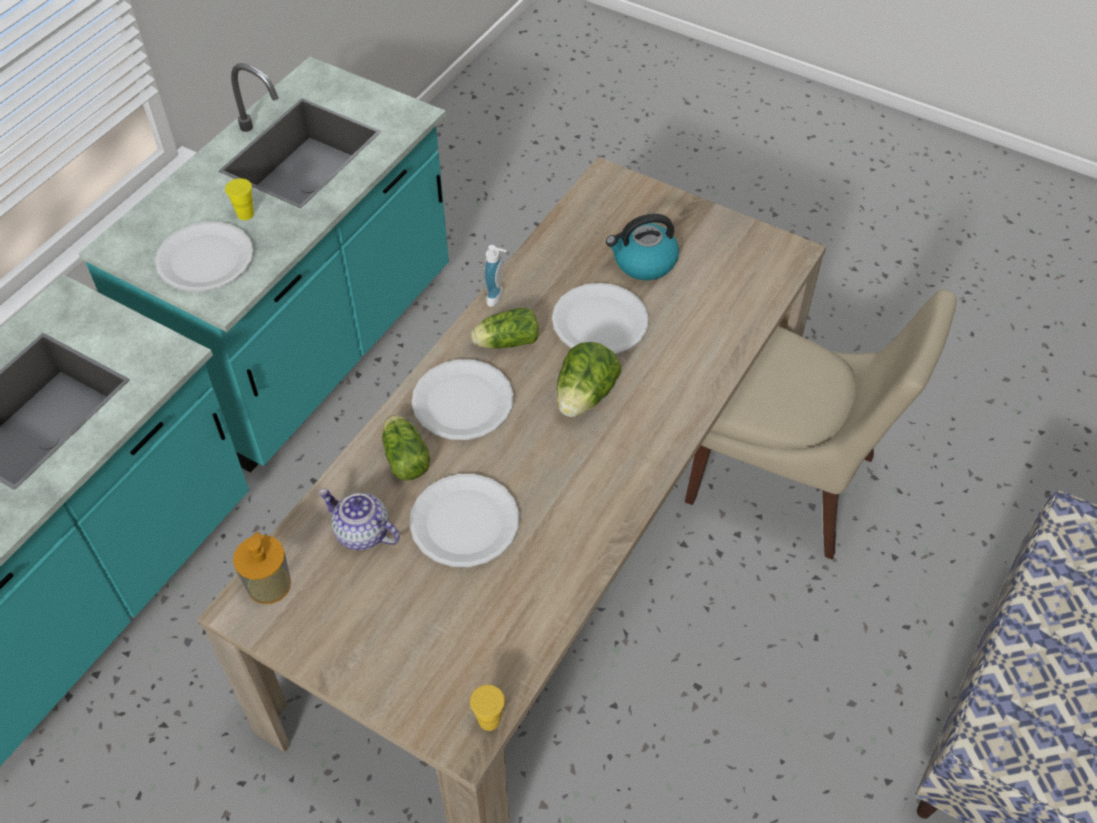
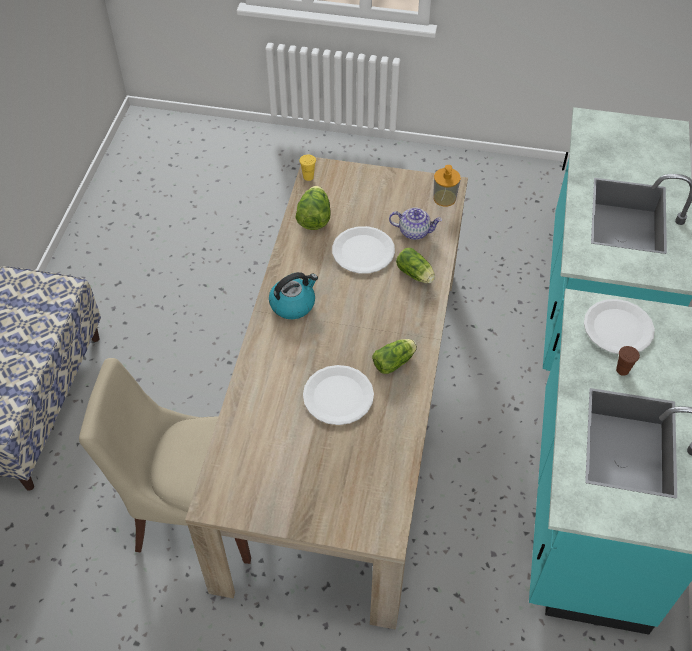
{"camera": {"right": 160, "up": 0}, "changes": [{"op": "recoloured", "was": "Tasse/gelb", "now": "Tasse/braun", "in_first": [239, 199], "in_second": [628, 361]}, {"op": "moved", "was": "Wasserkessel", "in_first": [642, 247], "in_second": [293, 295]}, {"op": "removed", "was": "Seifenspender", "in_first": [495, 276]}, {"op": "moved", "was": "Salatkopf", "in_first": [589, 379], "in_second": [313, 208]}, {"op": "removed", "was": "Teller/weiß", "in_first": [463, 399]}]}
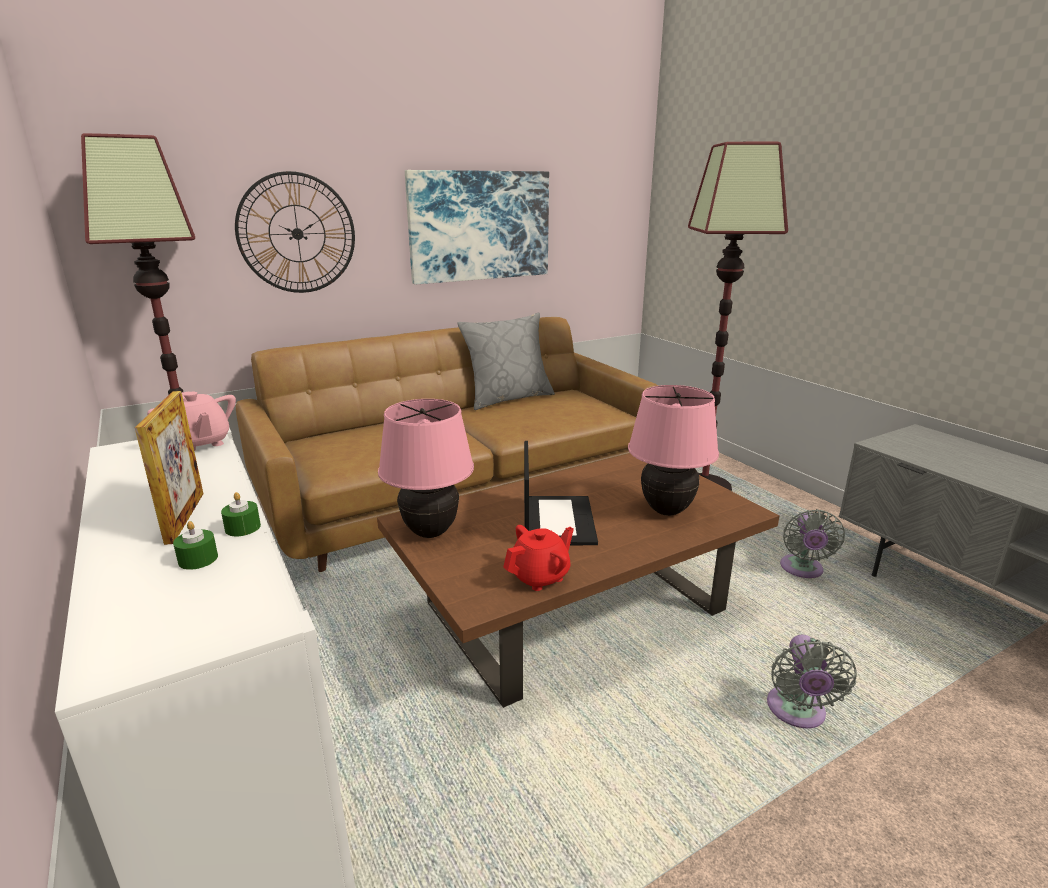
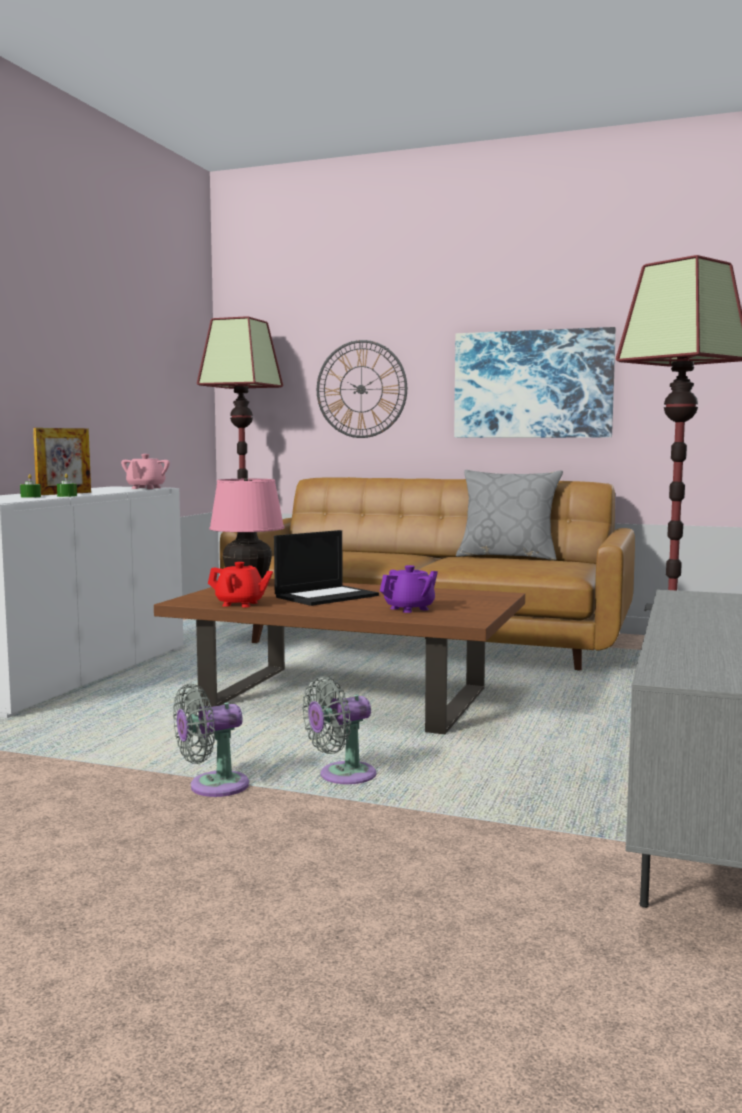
{"camera": {"right": 50, "up": -15}, "changes": [{"op": "replaced", "was": "Tischlampe/rosa", "now": "Teekanne/lila", "in_first": [673, 450], "in_second": [409, 589]}, {"op": "moved", "was": "Ventilator/grau", "in_first": [812, 543], "in_second": [211, 740]}]}
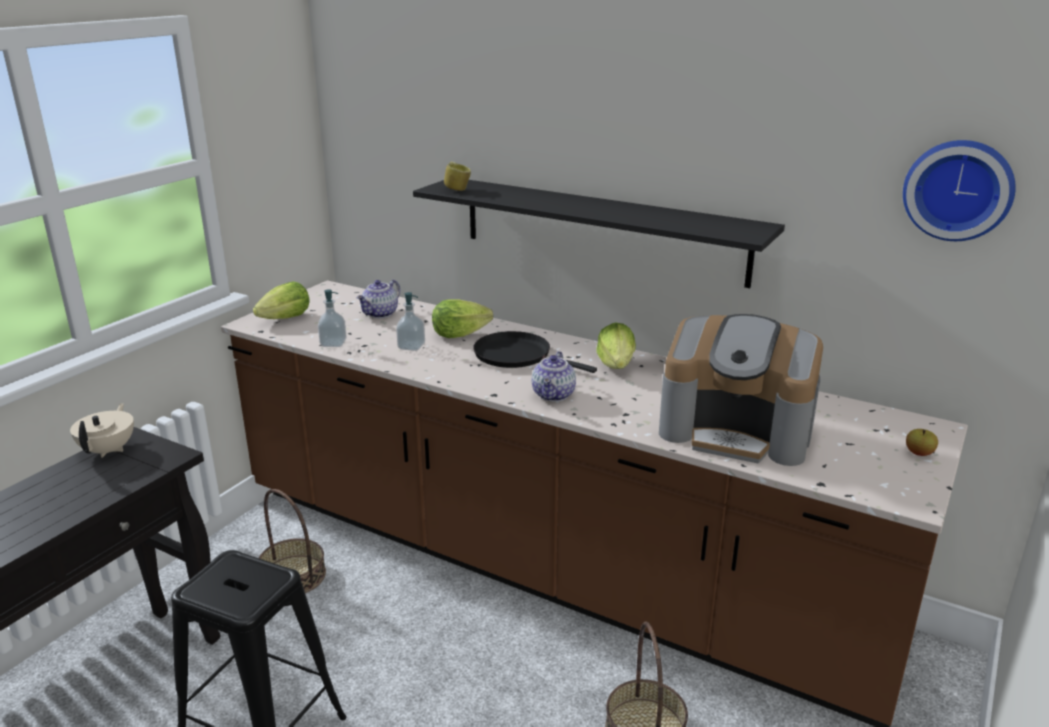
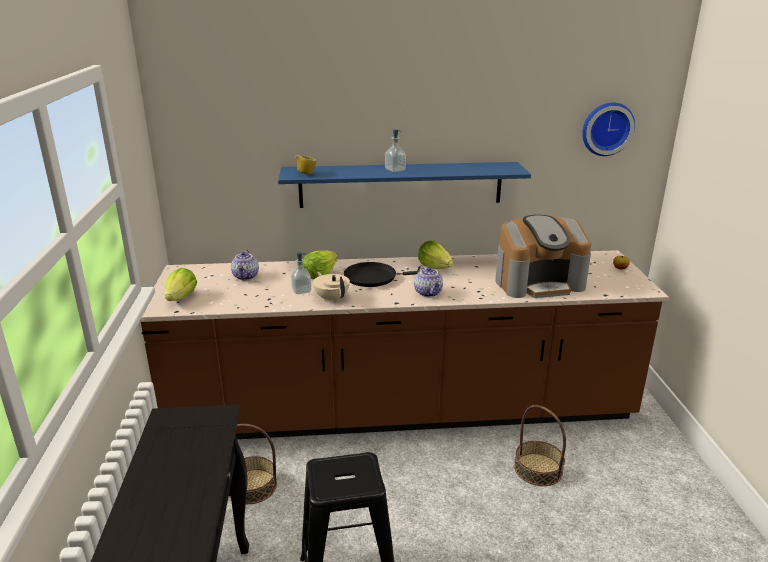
{"camera": {"right": -35, "up": 0}, "changes": [{"op": "recoloured", "was": "Wandregal/schwarz", "now": "Wandregal/blau", "in_first": [599, 234], "in_second": [404, 185]}, {"op": "moved", "was": "Seifenspender", "in_first": [332, 318], "in_second": [395, 150]}, {"op": "moved", "was": "Teekanne/beige", "in_first": [102, 430], "in_second": [331, 287]}]}
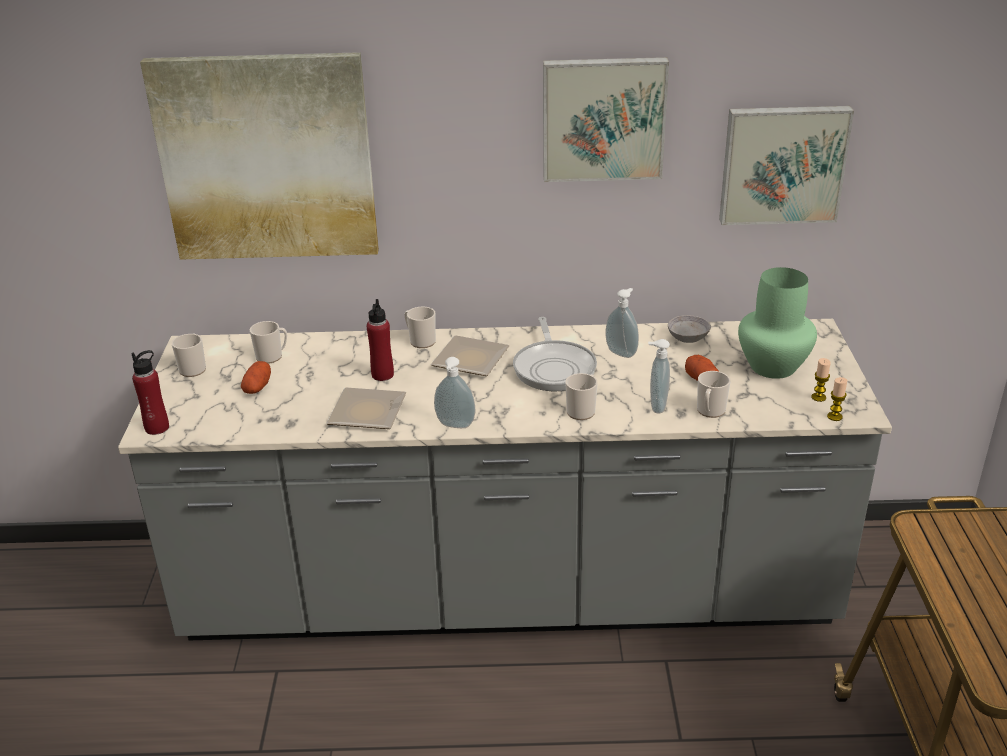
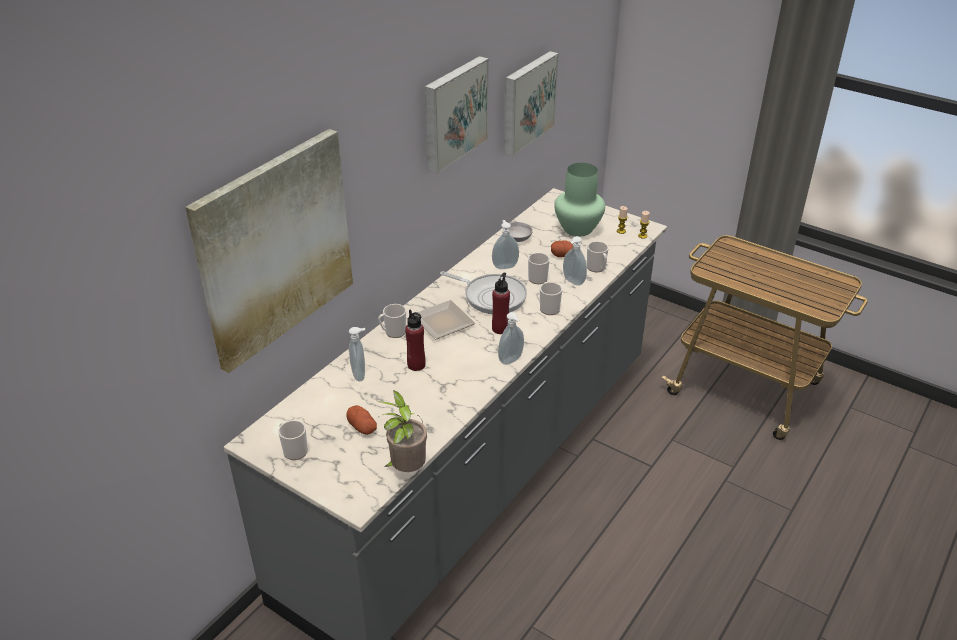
{"camera": {"right": -55, "up": 5}, "changes": [{"op": "moved", "was": "Henkelbecher", "in_first": [268, 342], "in_second": [539, 268]}, {"op": "moved", "was": "Flasche/rot", "in_first": [150, 392], "in_second": [501, 303]}, {"op": "removed", "was": "Teller", "in_first": [367, 408]}, {"op": "added", "now": "Seifenspender", "in_second": [357, 354]}, {"op": "added", "now": "Topfpflanze", "in_second": [402, 431]}]}
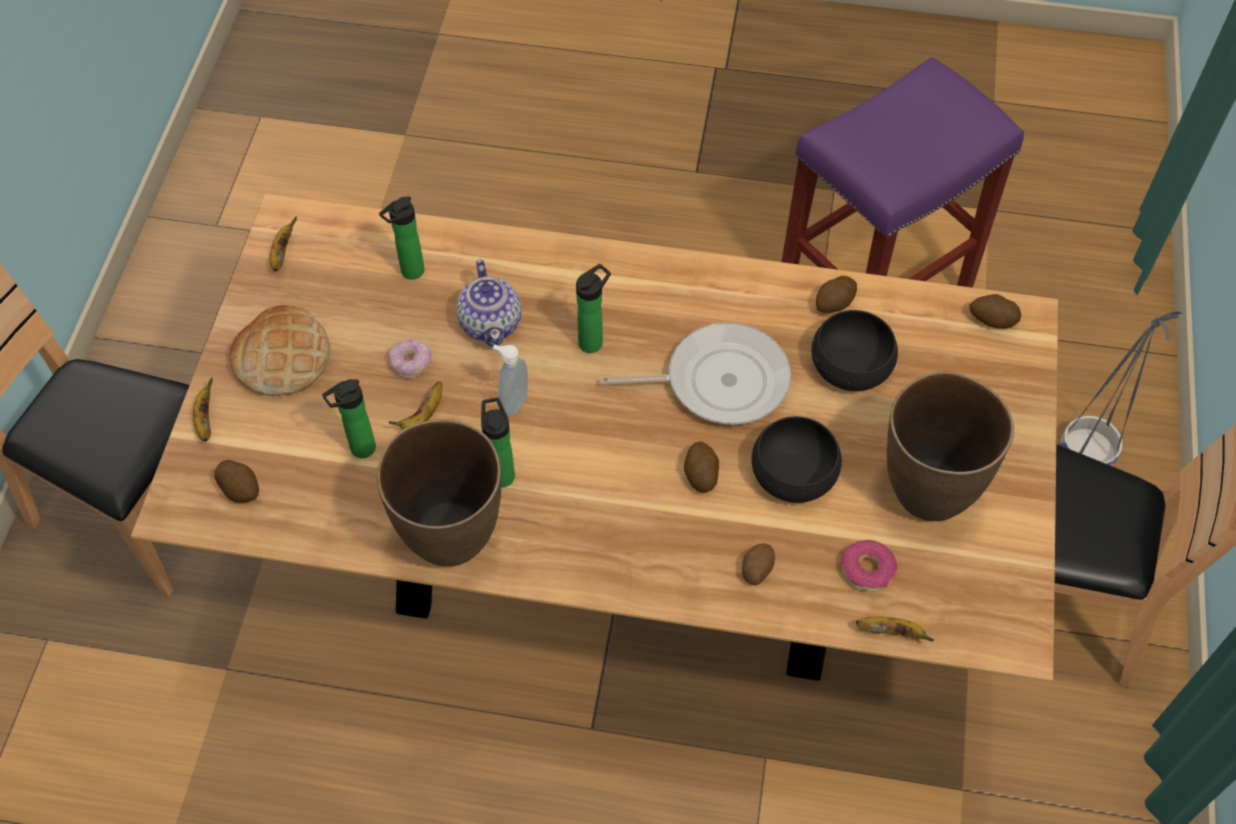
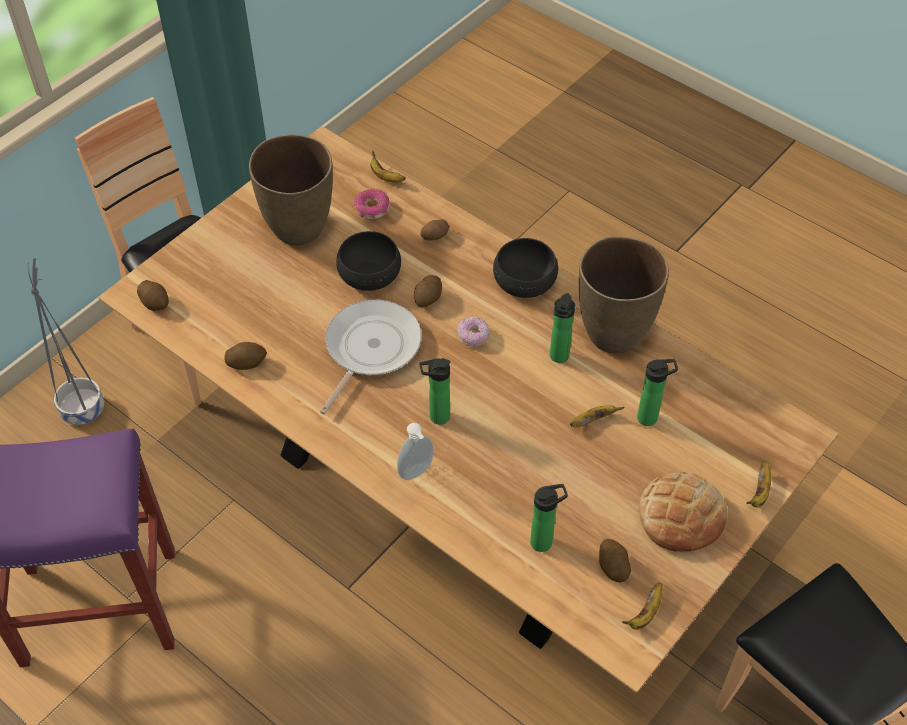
{"camera": {"right": -150, "up": -5}, "changes": [{"op": "removed", "was": "Teekanne", "in_first": [488, 303]}, {"op": "moved", "was": "Schüssel/schwarz", "in_first": [854, 350], "in_second": [525, 268]}, {"op": "turned", "was": "Pfanne", "in_first": [695, 373], "in_second": [371, 357], "clockwise": 90}, {"op": "moved", "was": "Donut", "in_first": [410, 358], "in_second": [473, 331]}, {"op": "moved", "was": "Seifenspender", "in_first": [510, 381], "in_second": [415, 451]}, {"op": "moved", "was": "Kartoffel", "in_first": [237, 481], "in_second": [615, 560]}]}
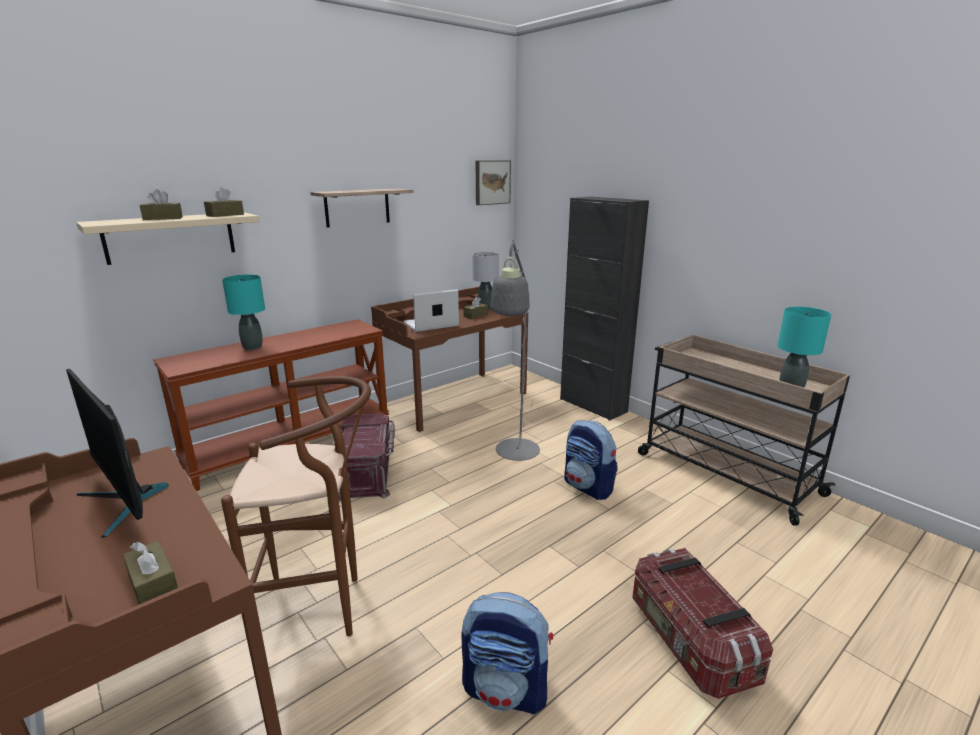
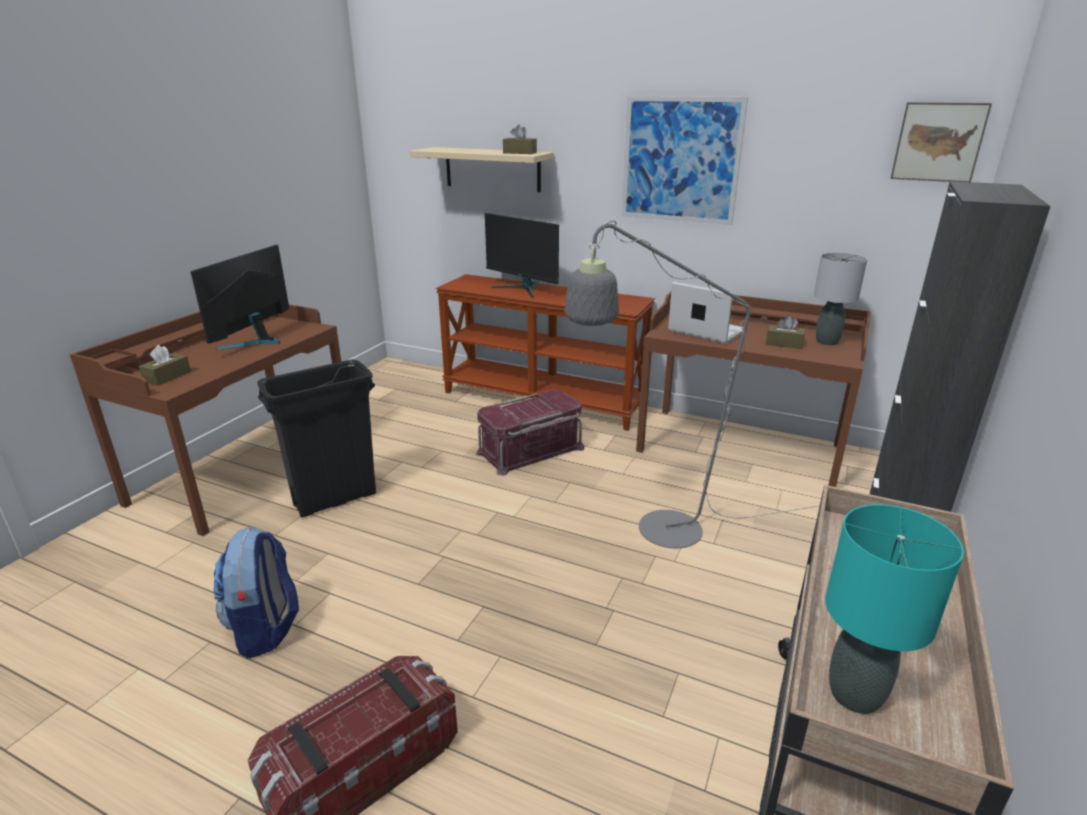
{"camera": {"right": 65, "up": 5}, "changes": [{"op": "replaced", "was": "Wandregal", "now": "Bild", "in_first": [362, 208], "in_second": [685, 160]}, {"op": "removed", "was": "Taschentuchbox/braun", "in_first": [161, 204]}, {"op": "replaced", "was": "Tischlampe/türkis", "now": "Monitor", "in_first": [243, 312], "in_second": [522, 255]}, {"op": "replaced", "was": "Hocker/braun", "now": "Mülleimer/schwarz", "in_first": [296, 506], "in_second": [316, 439]}, {"op": "removed", "was": "Rucksack", "in_first": [590, 460]}]}
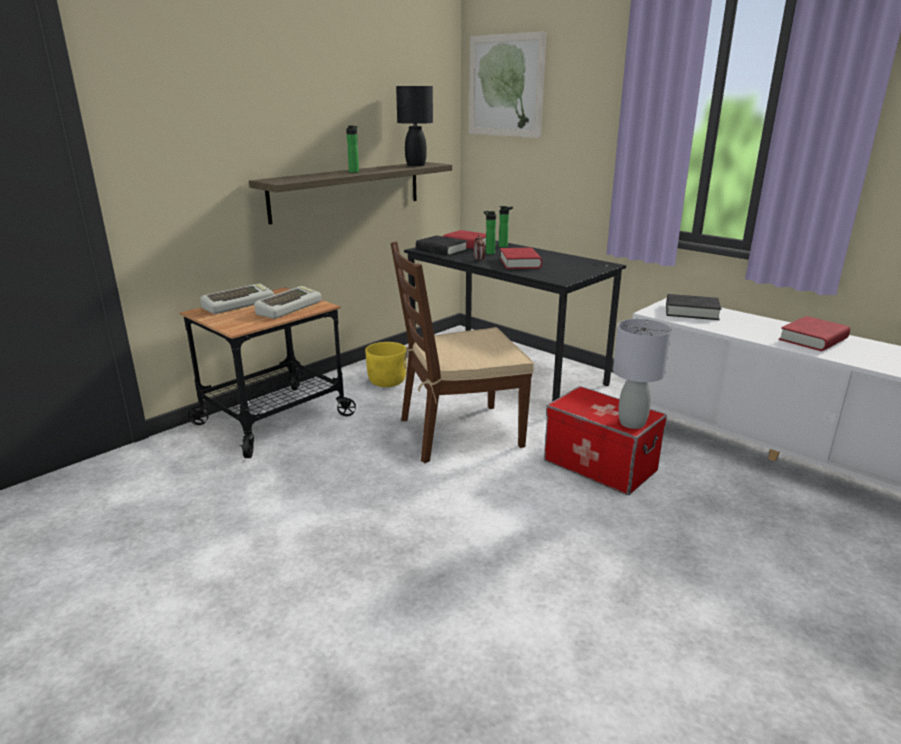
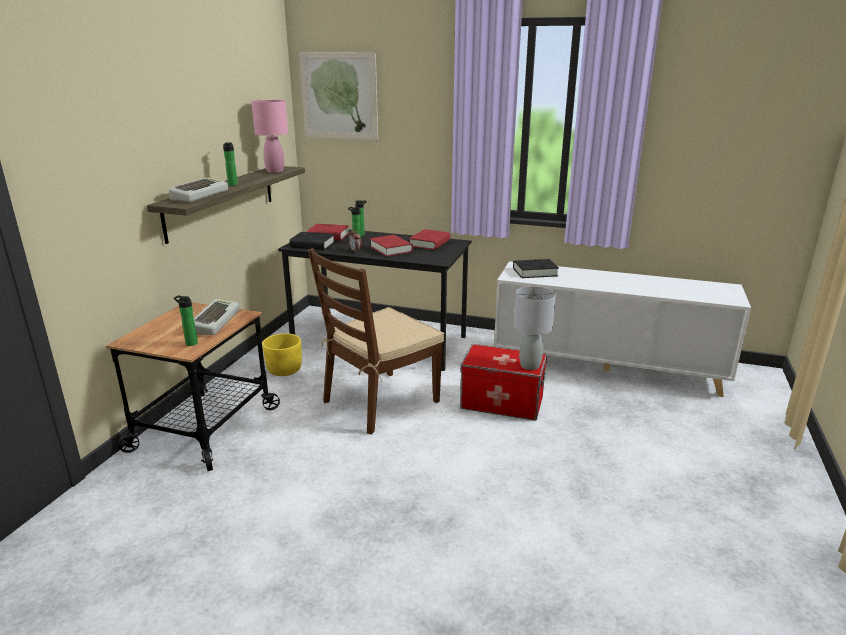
{"camera": {"right": -25, "up": 0}, "changes": [{"op": "recoloured", "was": "Tischlampe/schwarz", "now": "Tischlampe/rosa", "in_first": [414, 126], "in_second": [269, 136]}, {"op": "moved", "was": "Tastatur", "in_first": [237, 299], "in_second": [198, 189]}, {"op": "moved", "was": "Buch/rot", "in_first": [814, 333], "in_second": [429, 239]}, {"op": "added", "now": "Flasche", "in_second": [186, 320]}]}
